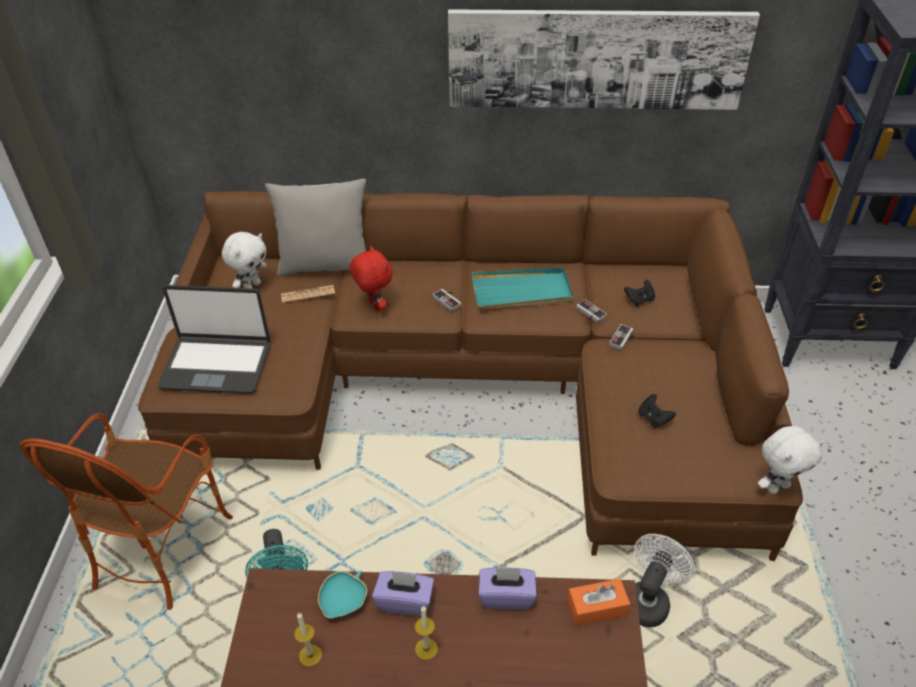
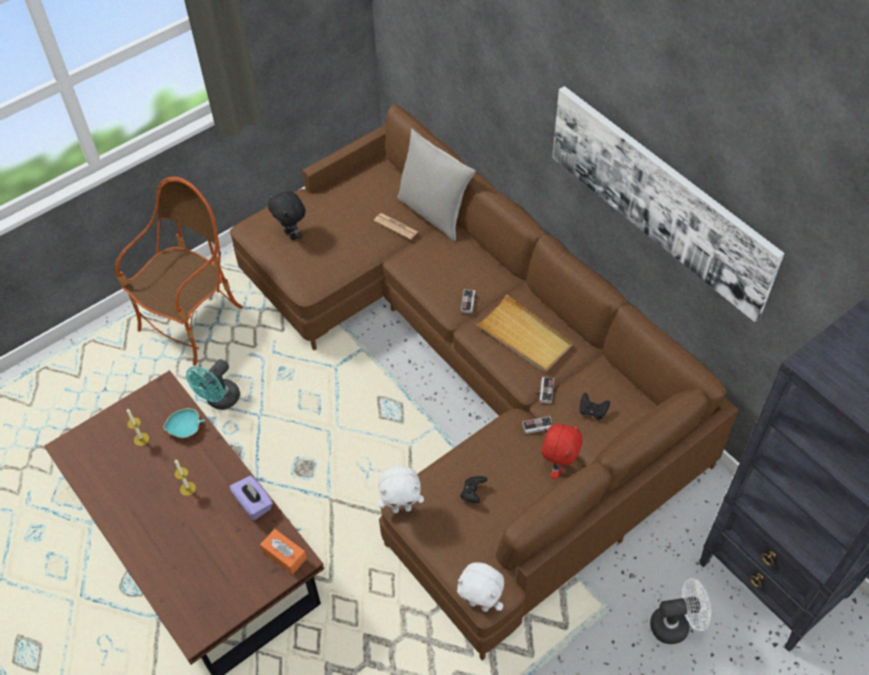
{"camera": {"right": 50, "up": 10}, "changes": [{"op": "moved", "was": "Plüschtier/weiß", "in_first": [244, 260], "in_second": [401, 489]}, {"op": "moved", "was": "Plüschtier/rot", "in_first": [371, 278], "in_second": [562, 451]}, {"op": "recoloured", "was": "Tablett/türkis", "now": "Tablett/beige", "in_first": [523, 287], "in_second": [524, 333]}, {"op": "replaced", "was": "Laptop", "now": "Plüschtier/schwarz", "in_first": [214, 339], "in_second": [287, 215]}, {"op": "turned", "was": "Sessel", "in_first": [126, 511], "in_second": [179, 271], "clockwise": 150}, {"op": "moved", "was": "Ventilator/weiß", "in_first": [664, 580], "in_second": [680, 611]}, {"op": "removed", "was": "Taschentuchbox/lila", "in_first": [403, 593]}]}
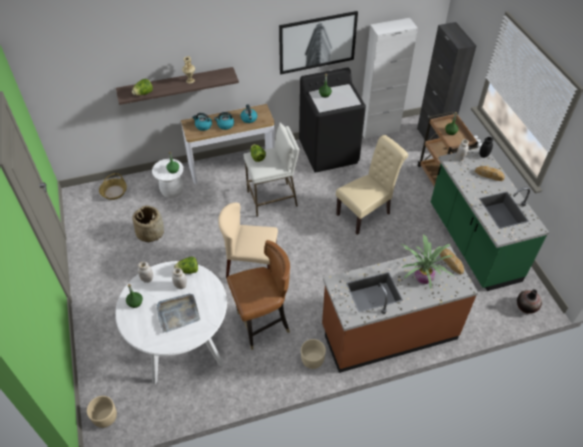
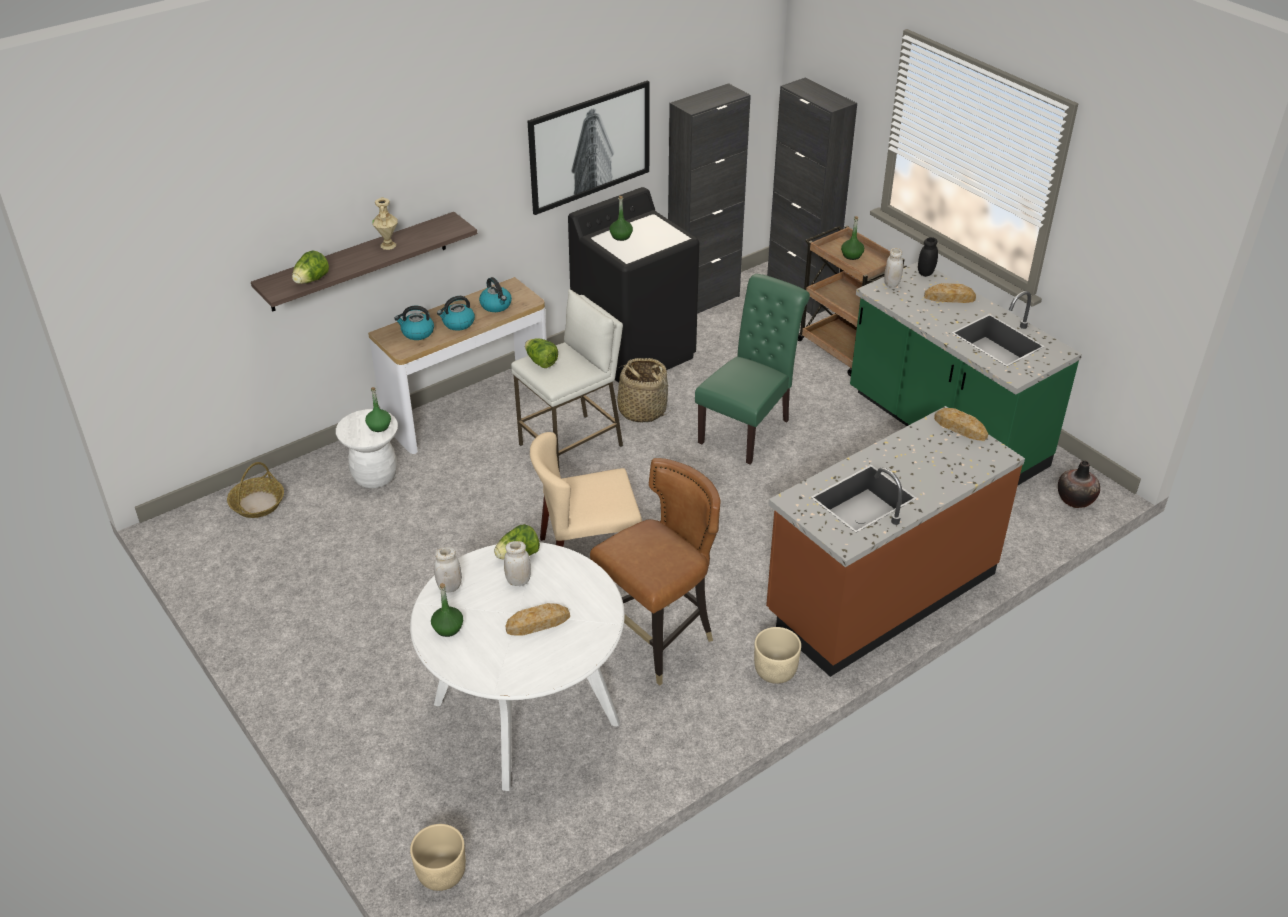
{"camera": {"right": -20, "up": -10}, "changes": [{"op": "recoloured", "was": "Schrank/weiß", "now": "Schrank/schwarz", "in_first": [390, 78], "in_second": [709, 198]}, {"op": "recoloured", "was": "Stuhl/beige", "now": "Stuhl/grün", "in_first": [372, 185], "in_second": [752, 369]}, {"op": "moved", "was": "Korb", "in_first": [148, 224], "in_second": [642, 390]}, {"op": "removed", "was": "Topfpflanze", "in_first": [427, 261]}, {"op": "replaced", "was": "Tablett/grau", "now": "Brot", "in_first": [178, 313], "in_second": [538, 619]}]}
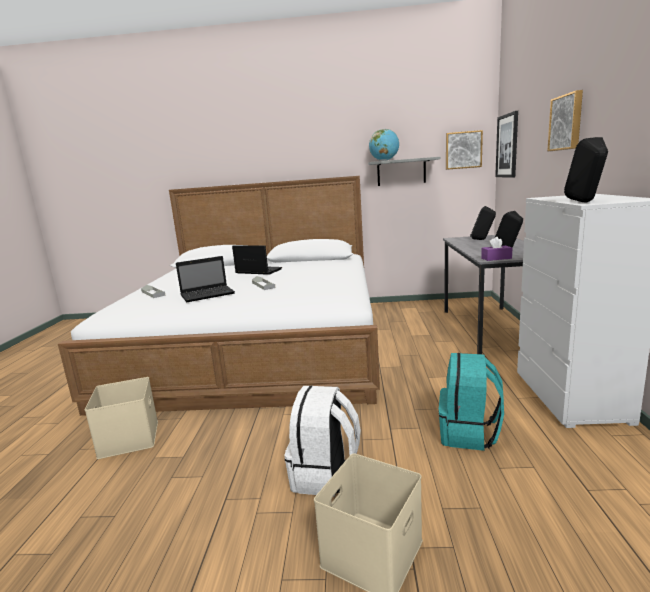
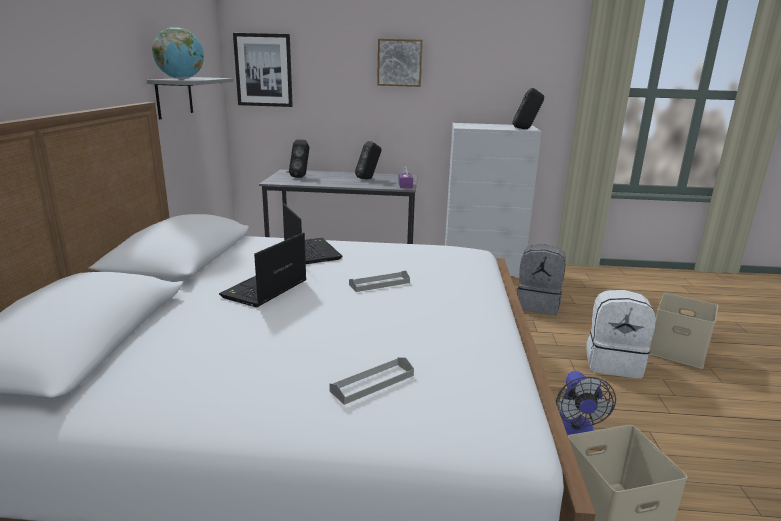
{"camera": {"right": -90, "up": 5}, "changes": [{"op": "removed", "was": "Bild", "in_first": [464, 150]}, {"op": "moved", "was": "Laptop", "in_first": [205, 279], "in_second": [313, 233]}, {"op": "recoloured", "was": "Rucksack/türkis", "now": "Rucksack/grau", "in_first": [471, 402], "in_second": [541, 280]}, {"op": "added", "now": "Ventilator", "in_second": [586, 403]}]}
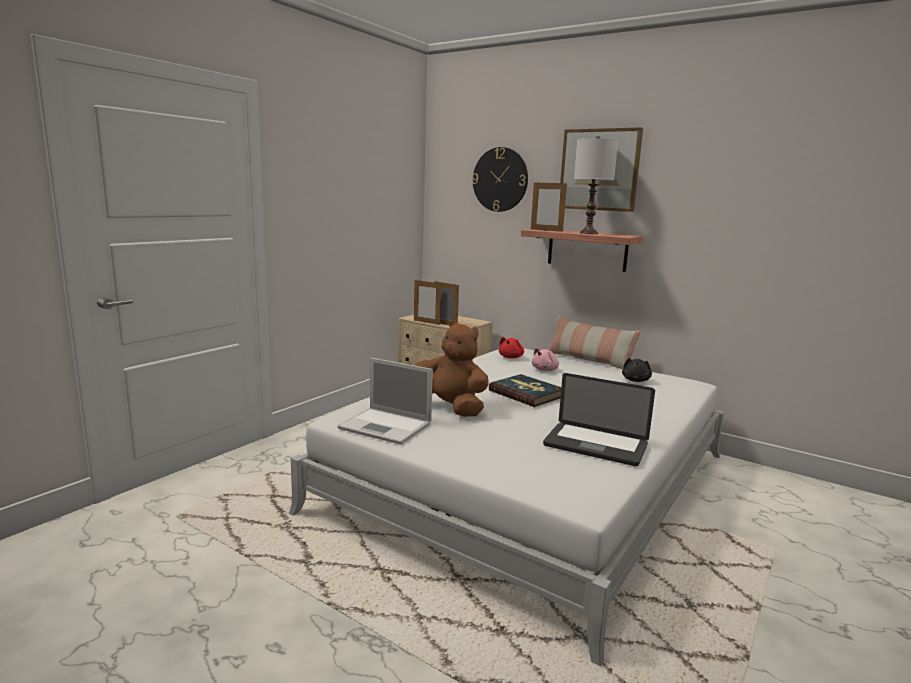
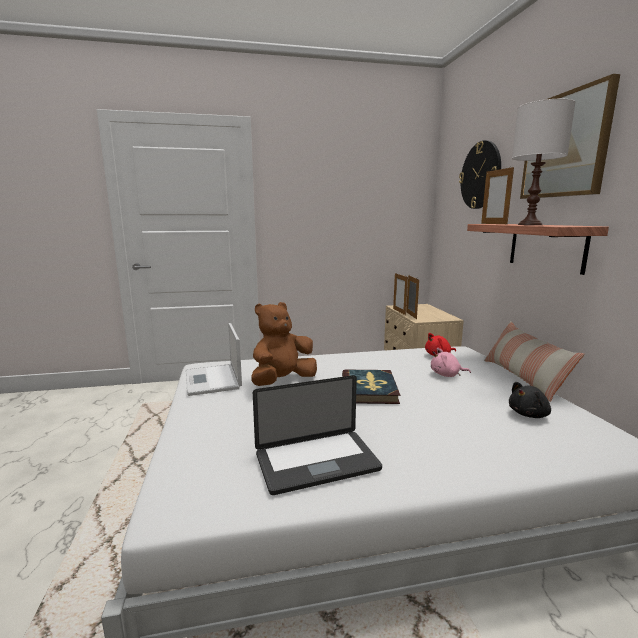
{"camera": {"right": 45, "up": 0}, "changes": [{"op": "turned", "was": "Plüschtier/braun", "in_first": [451, 368], "in_second": [284, 344], "clockwise": -120}, {"op": "turned", "was": "Laptop", "in_first": [599, 419], "in_second": [317, 435], "clockwise": -90}]}
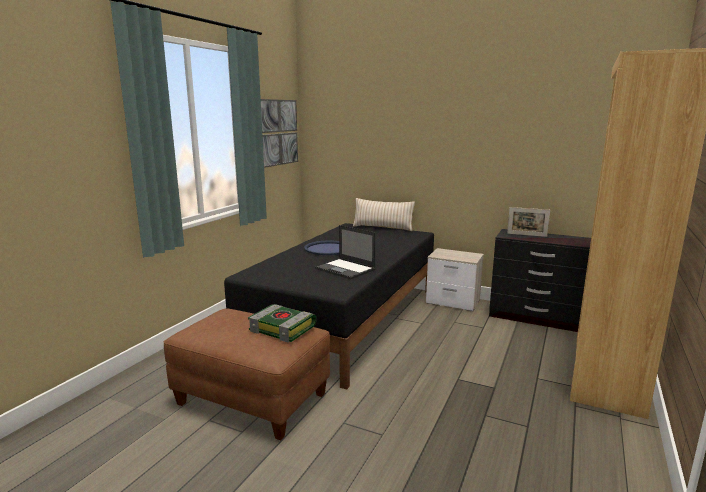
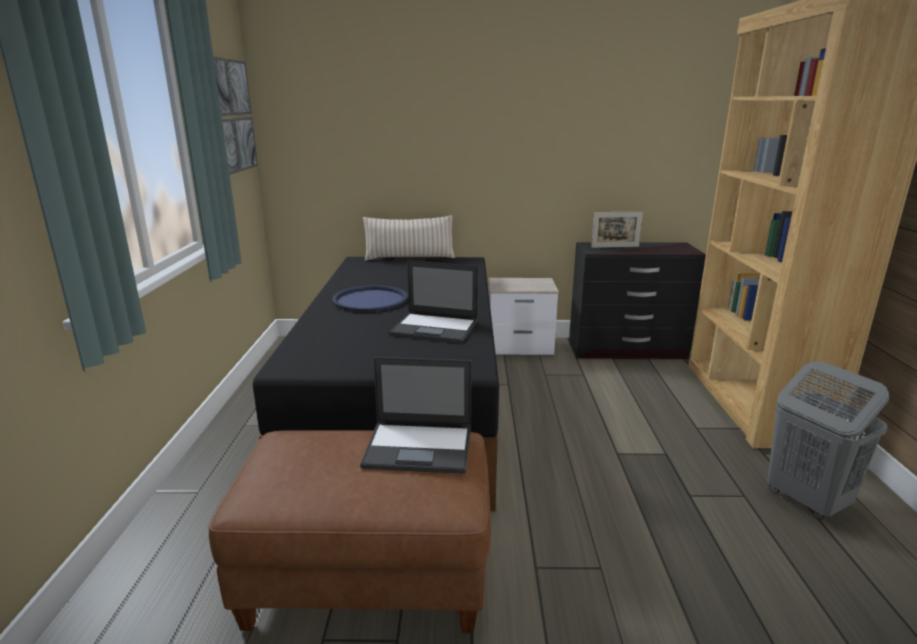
{"camera": {"right": -25, "up": 5}, "changes": [{"op": "replaced", "was": "Buch", "now": "Laptop", "in_first": [282, 323], "in_second": [416, 415]}, {"op": "added", "now": "Wäschekorb/grau", "in_second": [828, 440]}]}
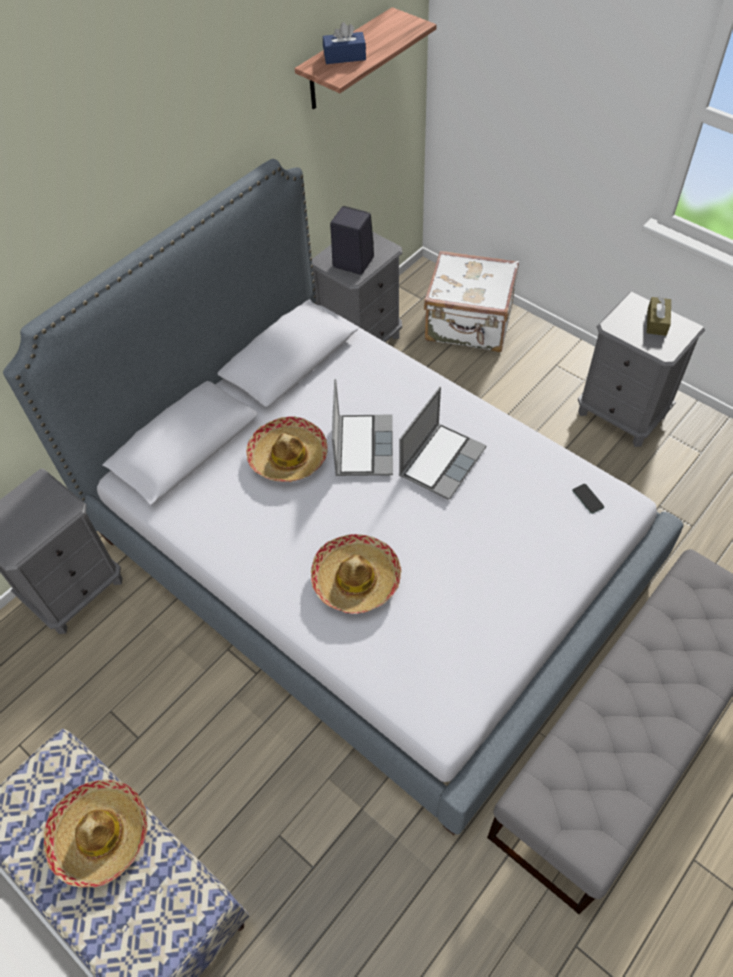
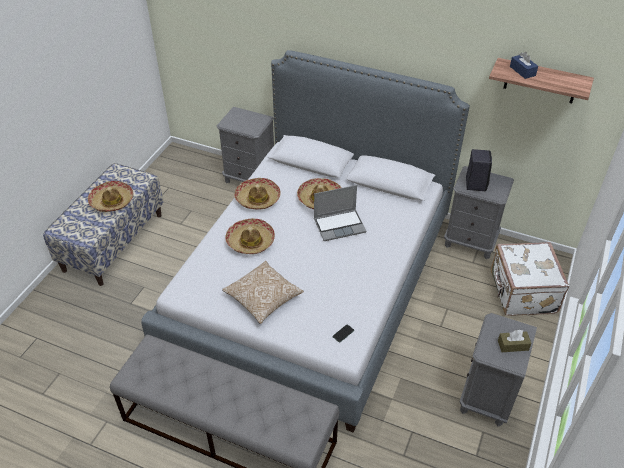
{"camera": {"right": 70, "up": -10}, "changes": [{"op": "removed", "was": "Laptop", "in_first": [443, 443]}, {"op": "added", "now": "Hut", "in_second": [257, 194]}, {"op": "added", "now": "Kissen", "in_second": [263, 292]}]}
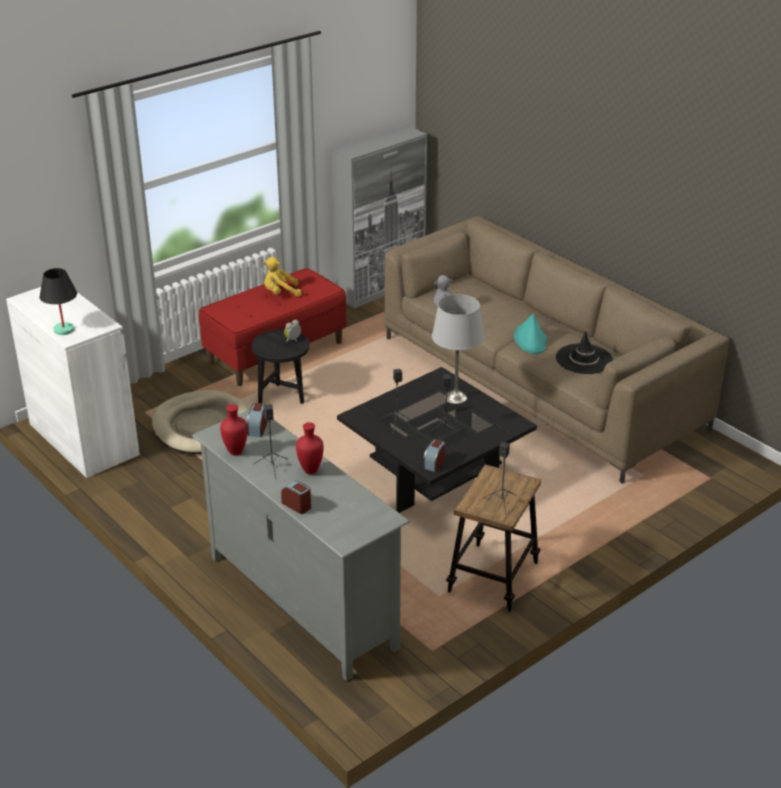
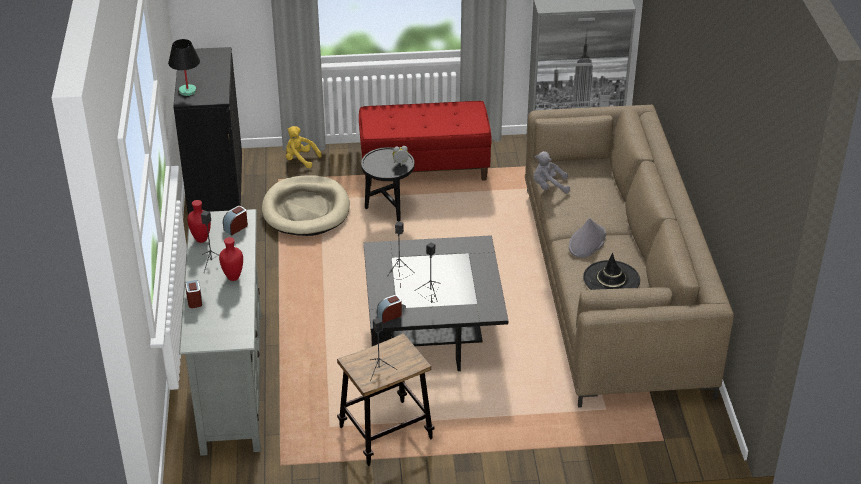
{"camera": {"right": 35, "up": 5}, "changes": [{"op": "moved", "was": "Plüschtier/gelb", "in_first": [282, 277], "in_second": [304, 147]}, {"op": "recoloured", "was": "Schrank/weiß", "now": "Schrank/schwarz", "in_first": [73, 382], "in_second": [207, 131]}, {"op": "removed", "was": "Tischlampe/grau", "in_first": [458, 349]}, {"op": "recoloured", "was": "Hut/türkis", "now": "Hut/grau", "in_first": [530, 334], "in_second": [587, 238]}]}
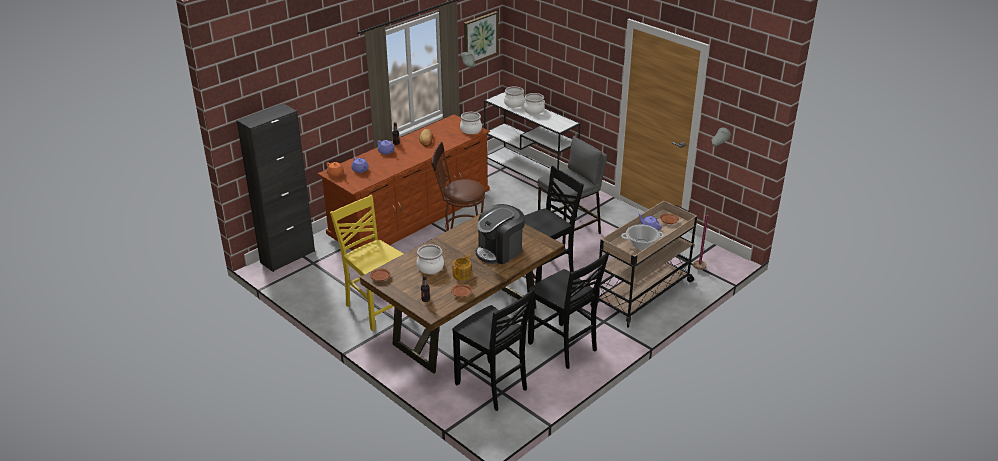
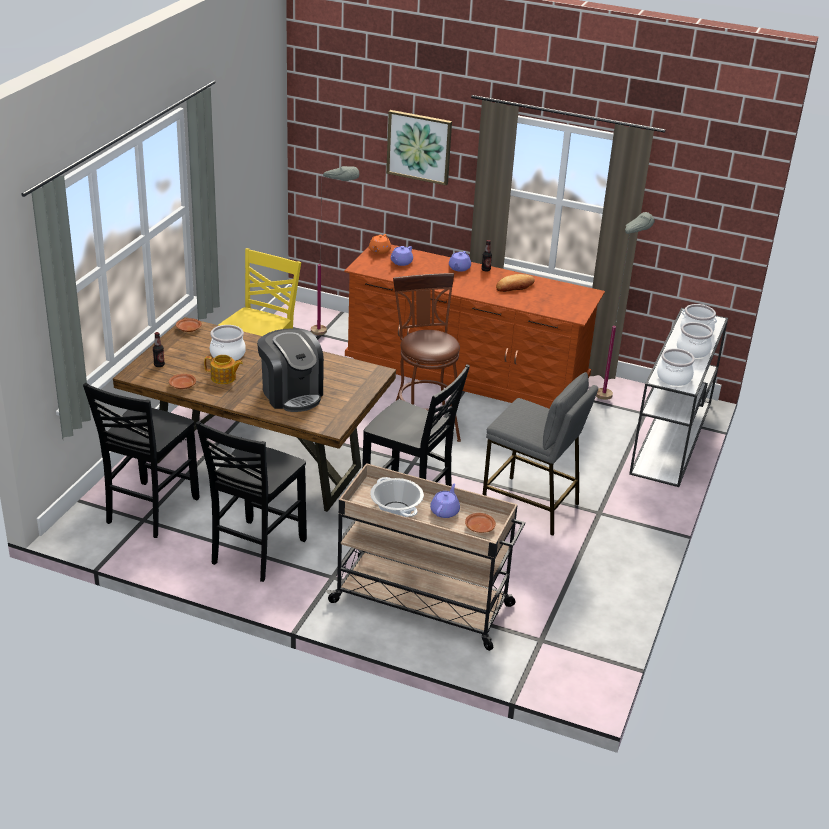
{"camera": {"right": 65, "up": 0}, "changes": [{"op": "moved", "was": "Bild", "in_first": [481, 37], "in_second": [419, 147]}, {"op": "removed", "was": "Schrank/schwarz", "in_first": [276, 187]}, {"op": "moved", "was": "Kochtopf", "in_first": [471, 123], "in_second": [676, 367]}, {"op": "moved", "was": "Stehlampe/grau", "in_first": [712, 198], "in_second": [335, 251]}, {"op": "turned", "was": "Kaffeemaschine", "in_first": [500, 234], "in_second": [290, 370], "clockwise": -150}]}
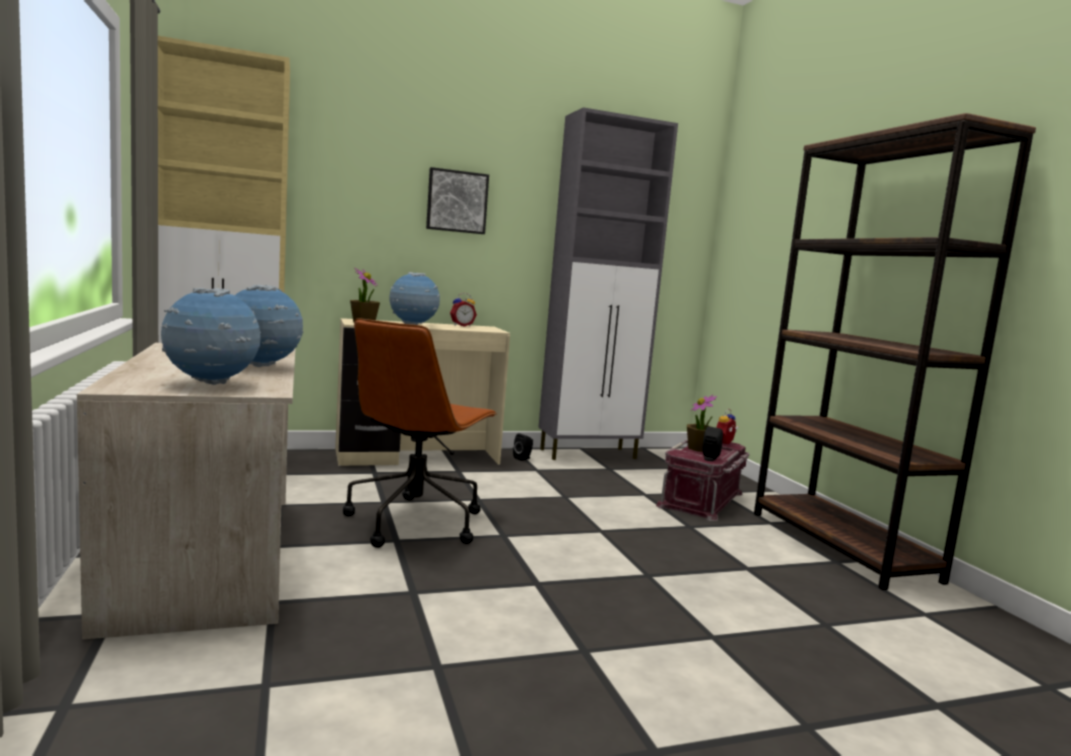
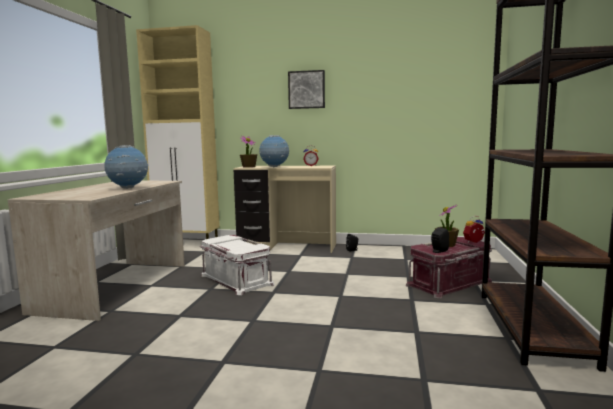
{"camera": {"right": 30, "up": 0}, "changes": [{"op": "removed", "was": "Schrank/grau", "in_first": [608, 283]}, {"op": "removed", "was": "Globus", "in_first": [211, 336]}, {"op": "replaced", "was": "Bürostuhl/braun", "now": "Aufbewahrungsbox/weiß", "in_first": [420, 433], "in_second": [237, 265]}]}
